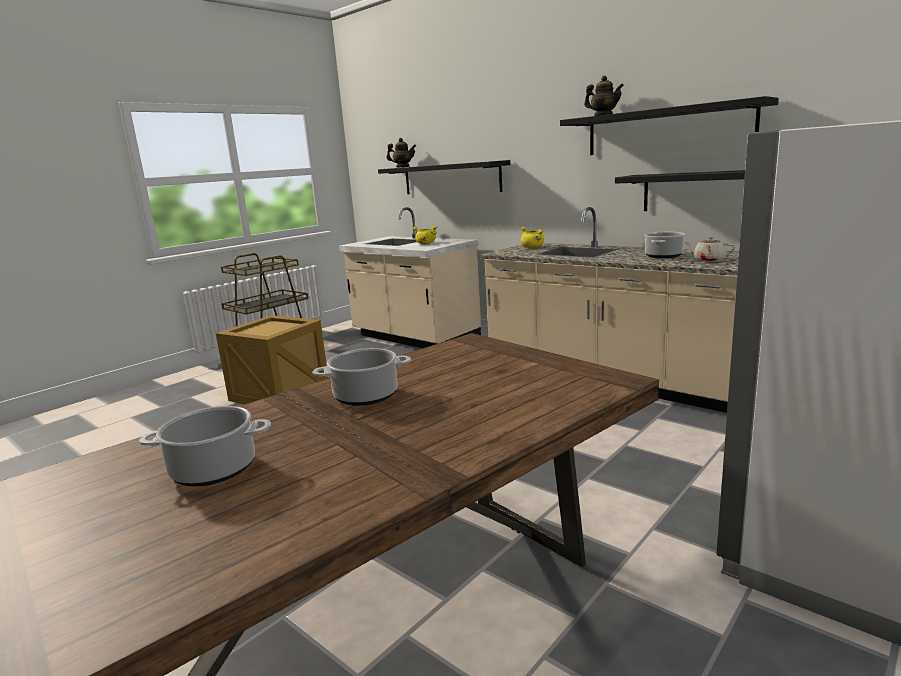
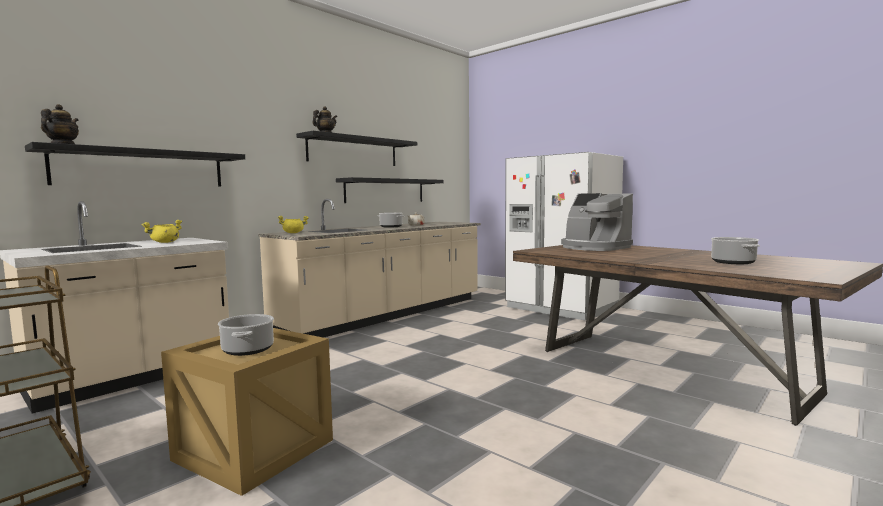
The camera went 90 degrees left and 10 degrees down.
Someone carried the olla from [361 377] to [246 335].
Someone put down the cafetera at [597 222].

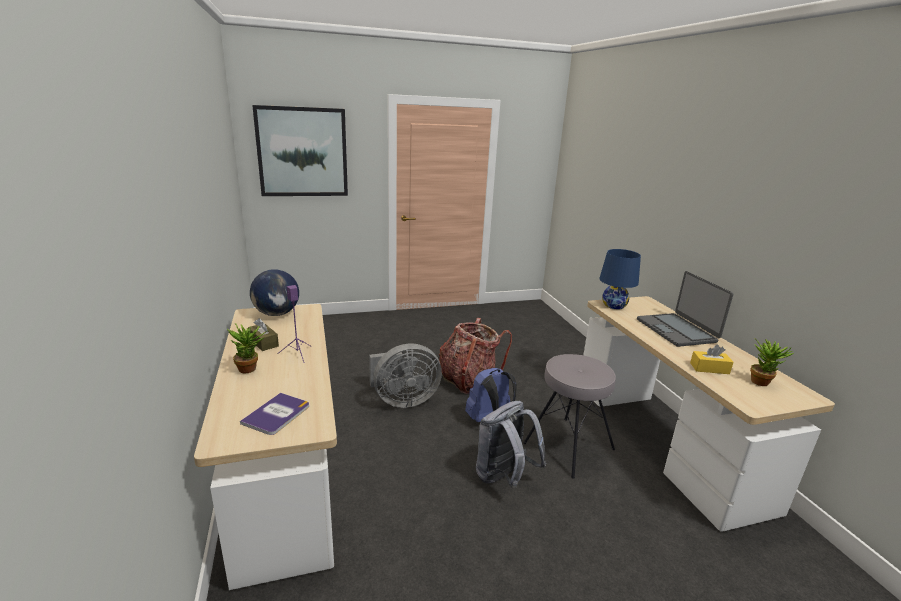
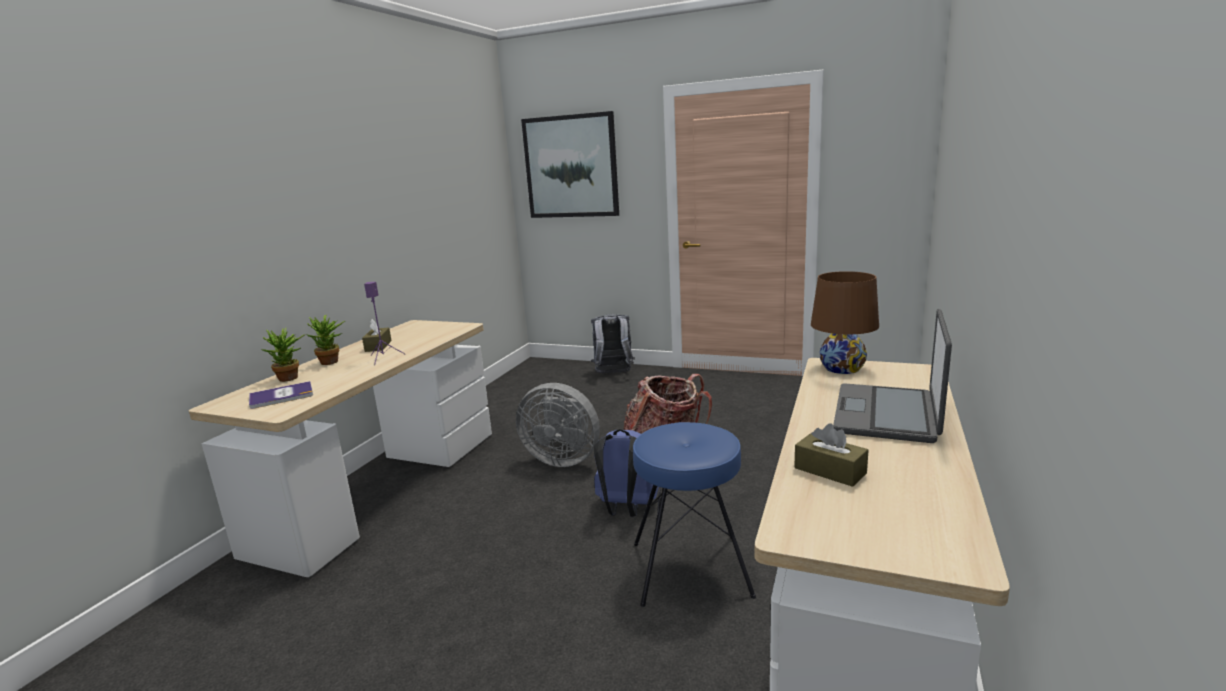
The camera went 40 degrees right and 5 degrees down.
Someone repainted the lámpara de mesa [azul] at [620 279], which became the lámpara de mesa [marrón] at [845 322].
Someone took away the globo terráqueo at [274 292].
Someone carried the planta en maceta from [772 362] to [283 355].
Someone repainted the caja de pañuelos [amarillo] at [711 359], which became the caja de pañuelos [marrón] at [831 455].
Someone repainted the taburete [gris] at [569 416], which became the taburete [azul] at [694 514].
Someone carried the mochila [gris] from [511 444] to [613 343].

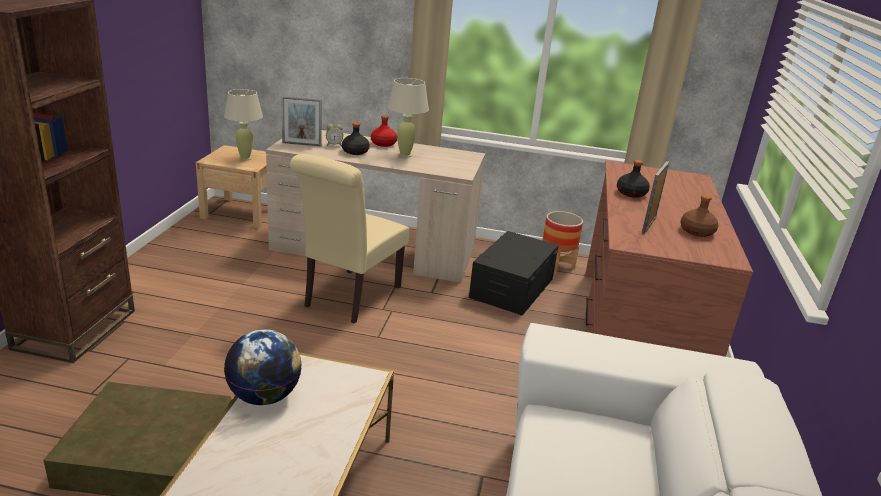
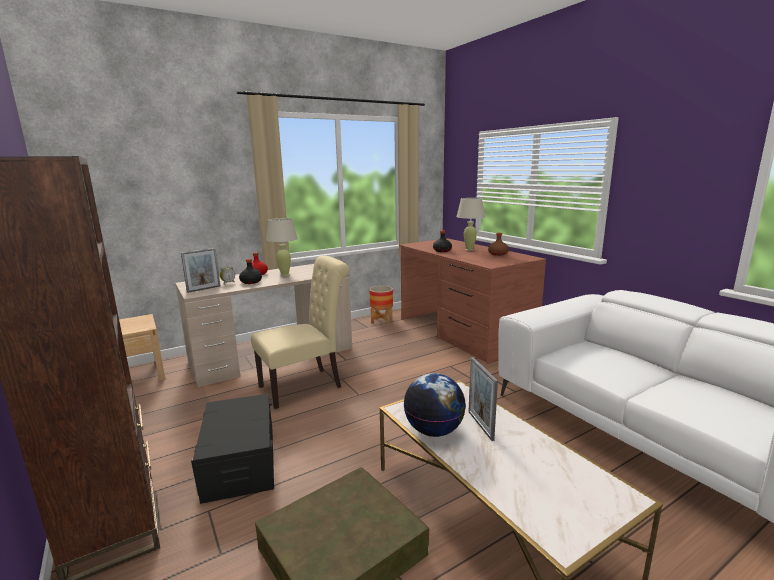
The camera went 40 degrees left and 10 degrees down.
Someone carried the lámpara de mesa [beis] from [243 124] to [471 224].
Someone rotated the silla [beis] at [349 239] by 105 degrees counterclockwise.
Someone carried the portarretratos from [655 197] to [483 399].
Someone carried the caja de almacenaje [negro] from [513 273] to [232 449].

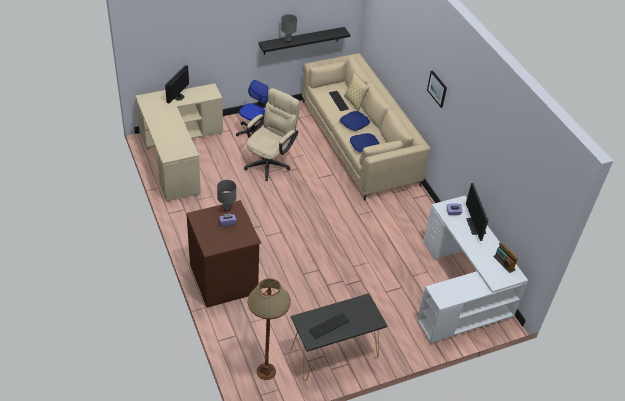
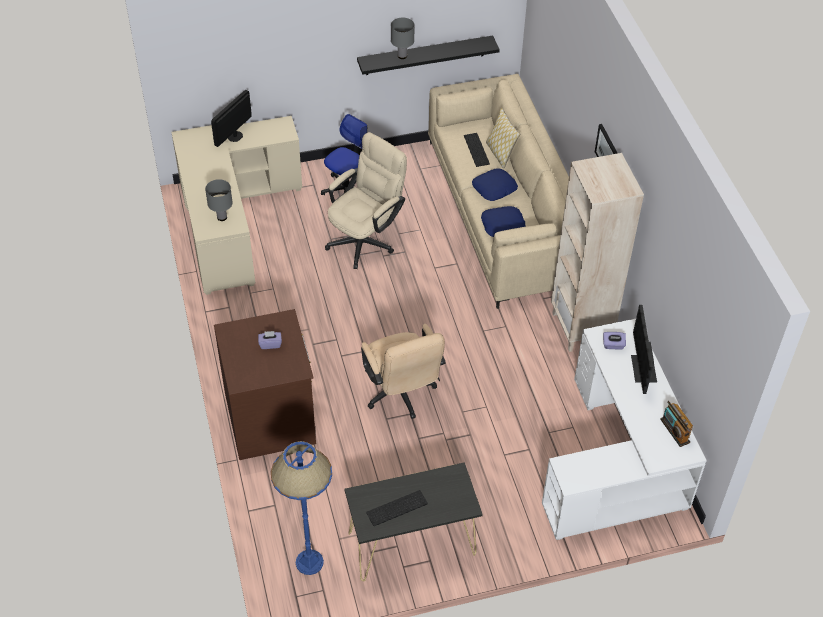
The camera went 10 degrees right and 5 degrees up.
Someone carried the lámpara de mesa [gris] from [226 195] to [219 200].
Someone repainted the lámpara de pie [marrón] at [269 329], which became the lámpara de pie [azul] at [301 508].
Someone put down the estantería [beis] at [597 252].
Someone put down the silla de oficina [beis] at [403 371].

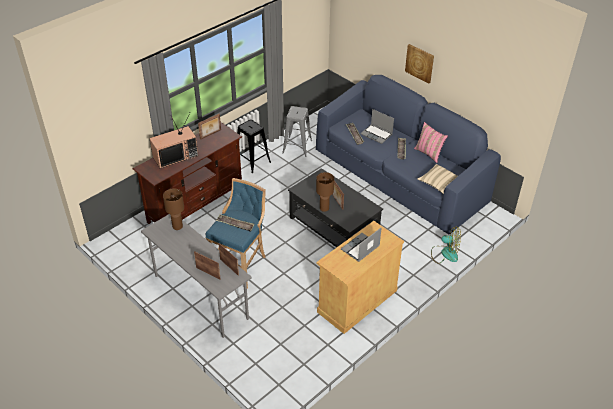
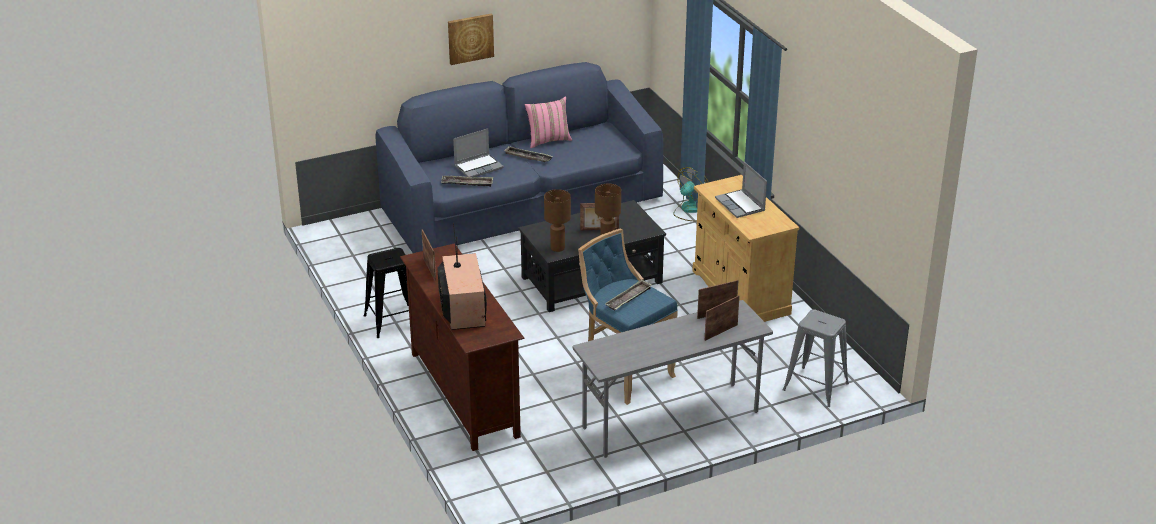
The camera went 70 degrees left and 10 degrees down.
Someone carried the taburete [gris] from [297 131] to [816 358].
Someone took away the cojín [beis] at [437 179].
Someone carried the lámpara de mesa [marrón] from [173 209] to [557 220].

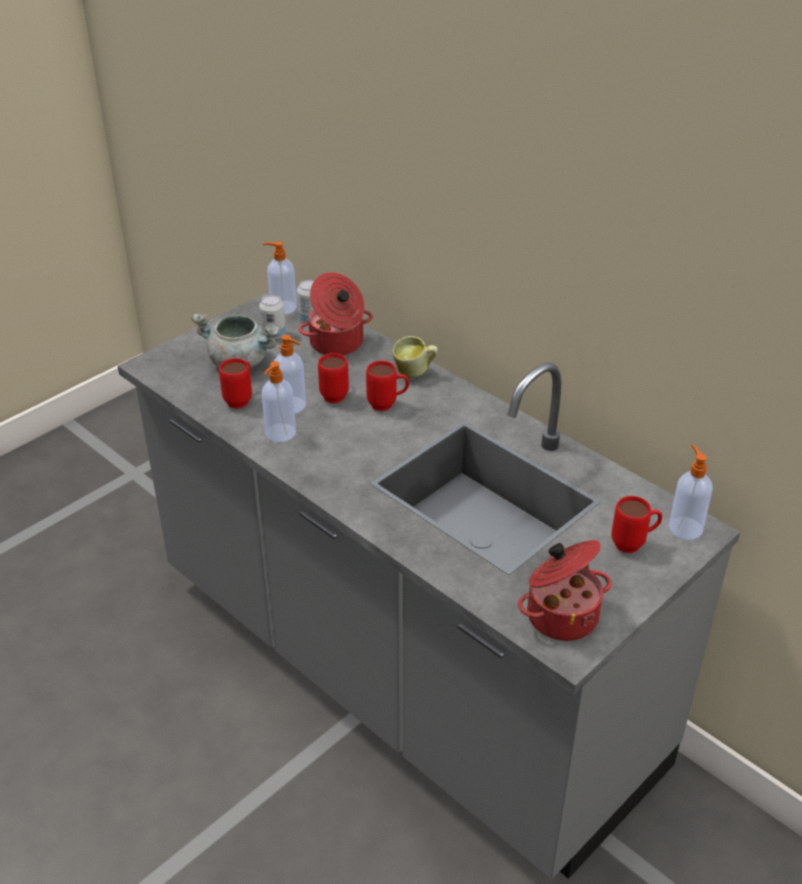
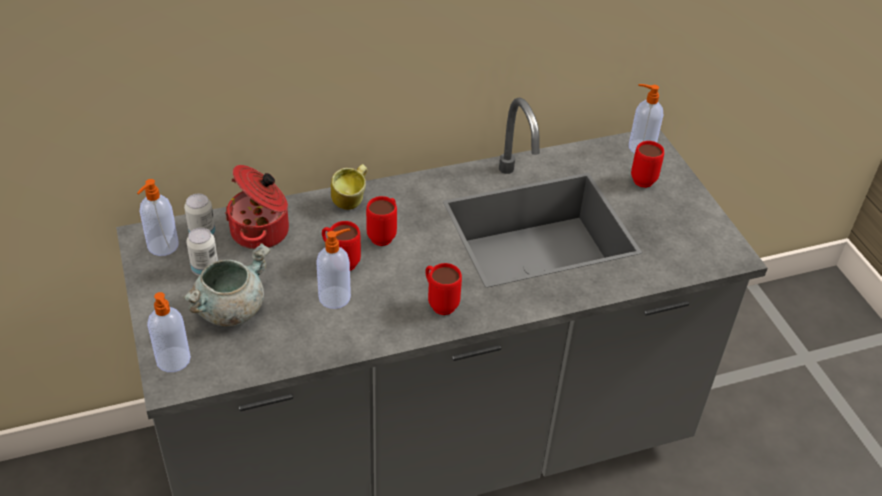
The camera went 65 degrees left and 5 degrees up.
Someone carried the taza grande [rojo] from [235 383] to [443 289].
Someone carried the dispensador de jabón from [279 401] to [169 332].
Someone took away the olla at [565 590].

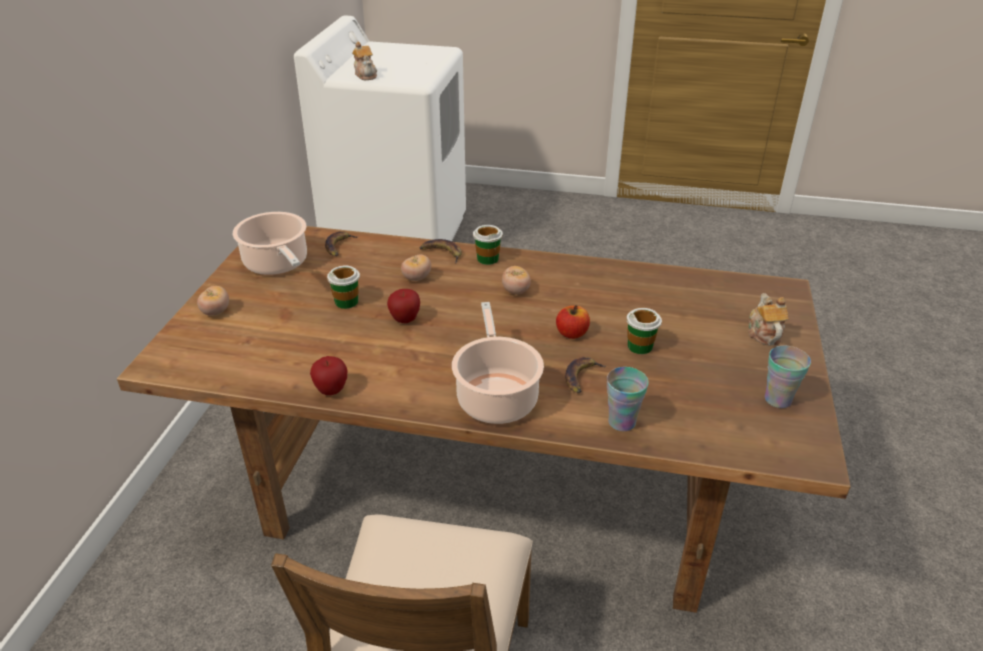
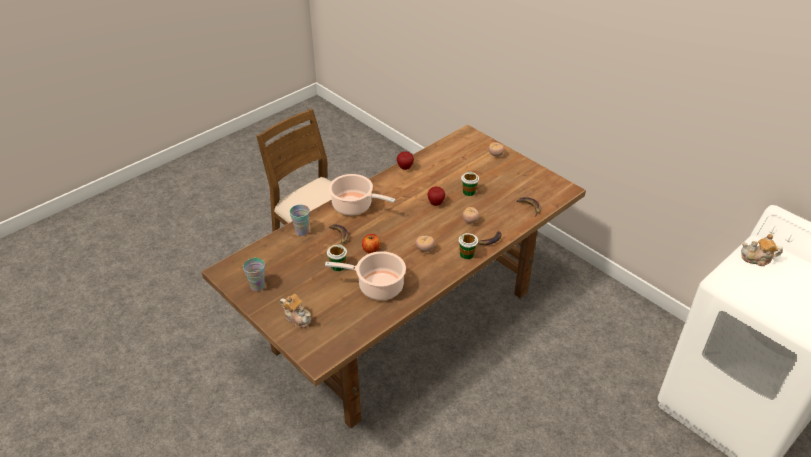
The camera went 125 degrees right and 5 degrees up.
Someone carried the olla from [270 243] to [365 275].

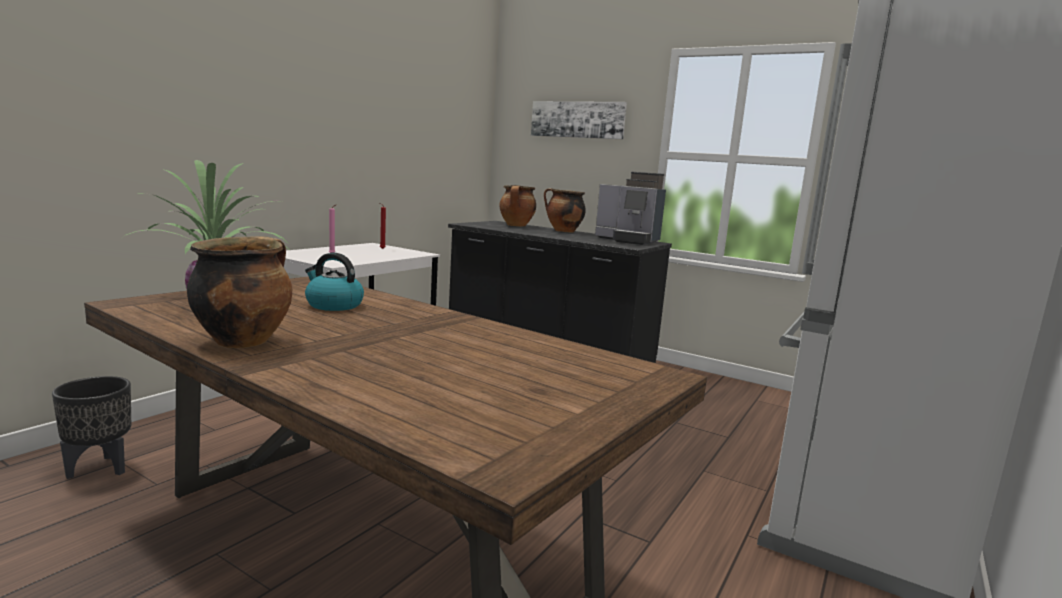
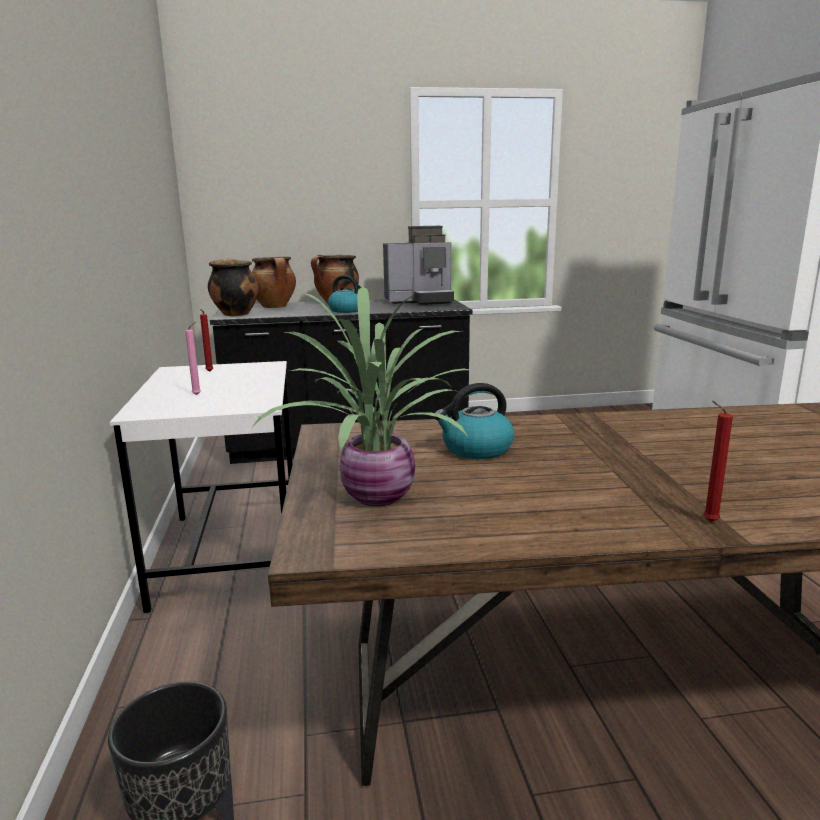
The camera went 40 degrees left and 5 degrees up.
Someone took away the cuadro at [579 120].
Someone carried the olla from [239 292] to [233 287].
Someone put down the hervidor at [344 294].
Someone put down the vela [rojo] at [718 461].

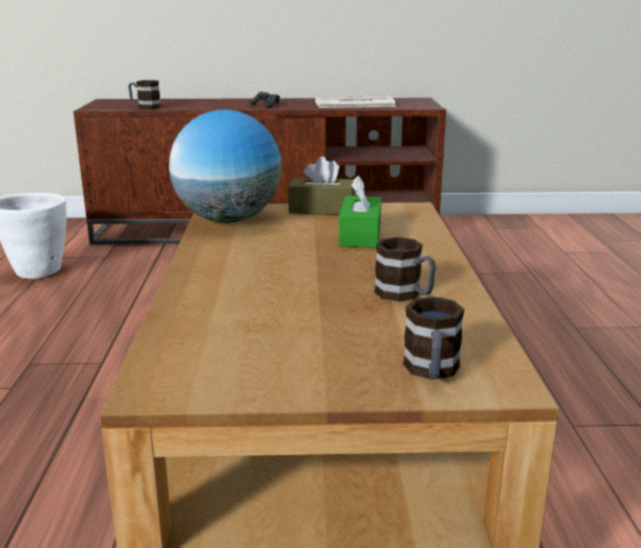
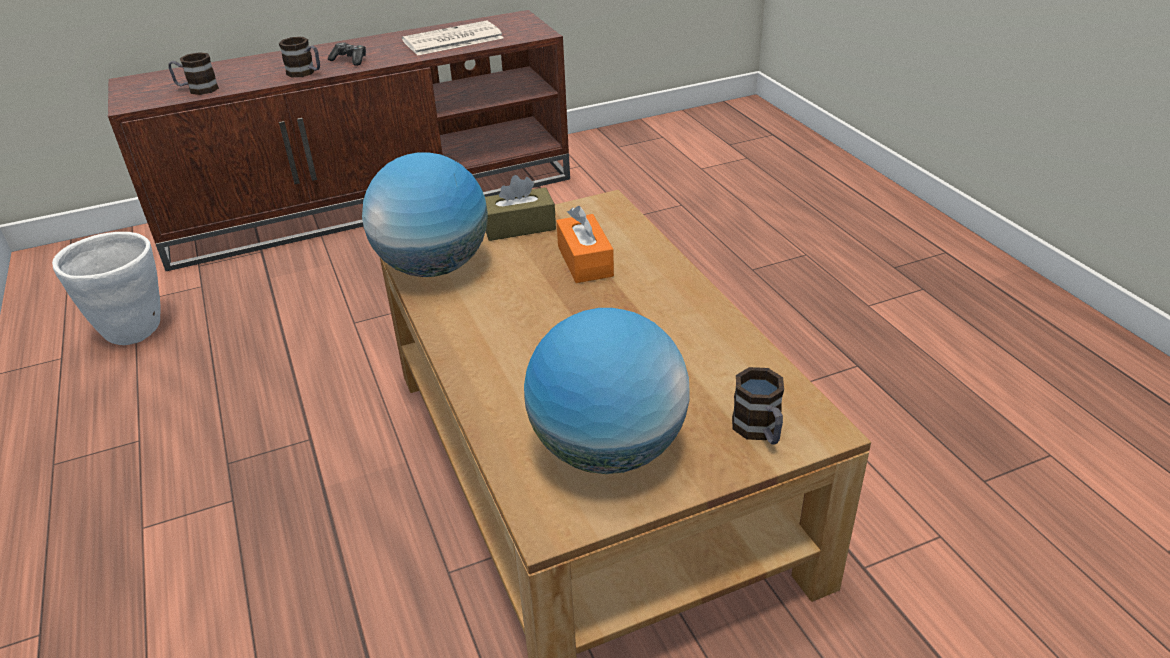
The camera went 20 degrees left and 15 degrees up.
Someone repainted the caja de pañuelos [verde] at [360 212], which became the caja de pañuelos [naranja] at [585 244].
Someone carried the taza grande from [405 269] to [299 57].
Someone put down the globo terráqueo at [607 391].

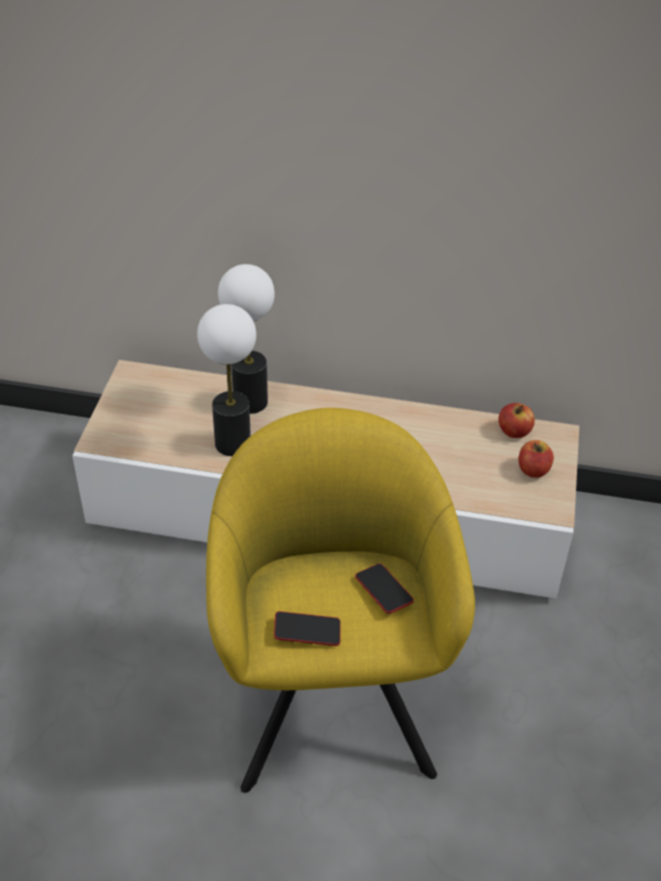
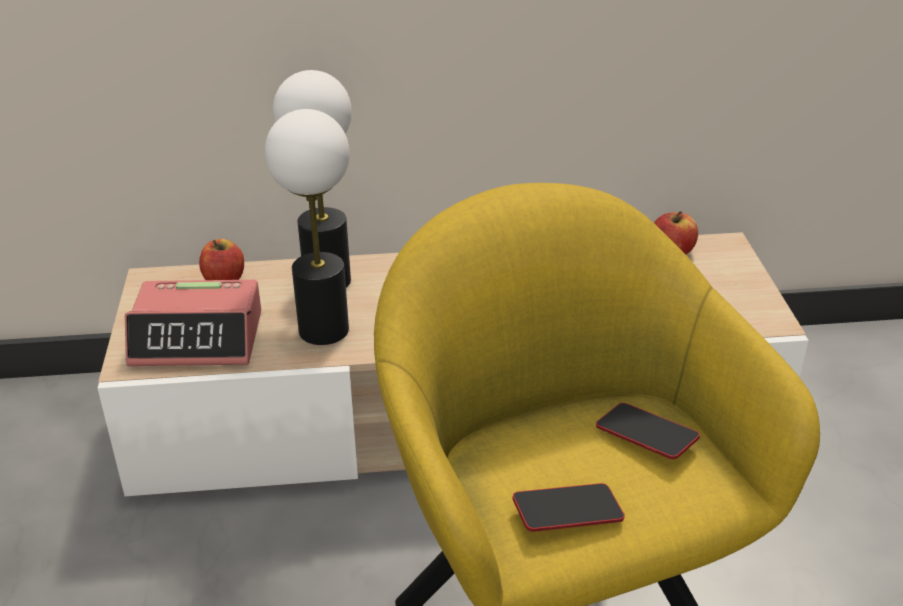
The camera went 15 degrees left and 10 degrees down.
Someone carried the manzana from [536 459] to [221 259].
Someone put down the despertador at [193 323].

